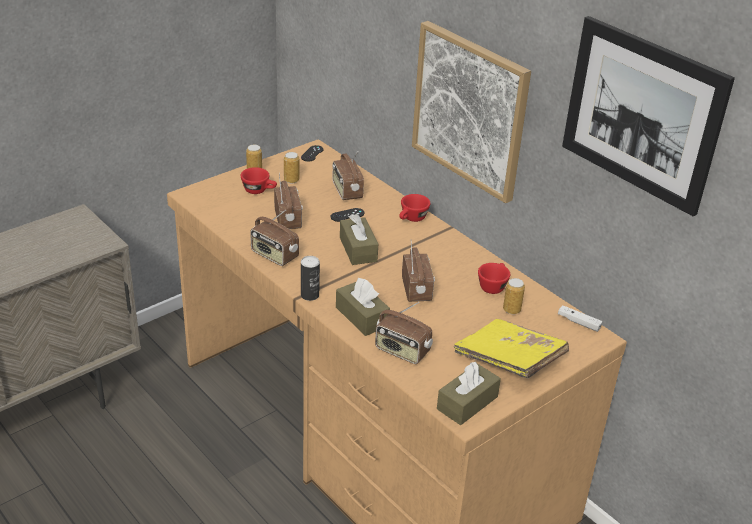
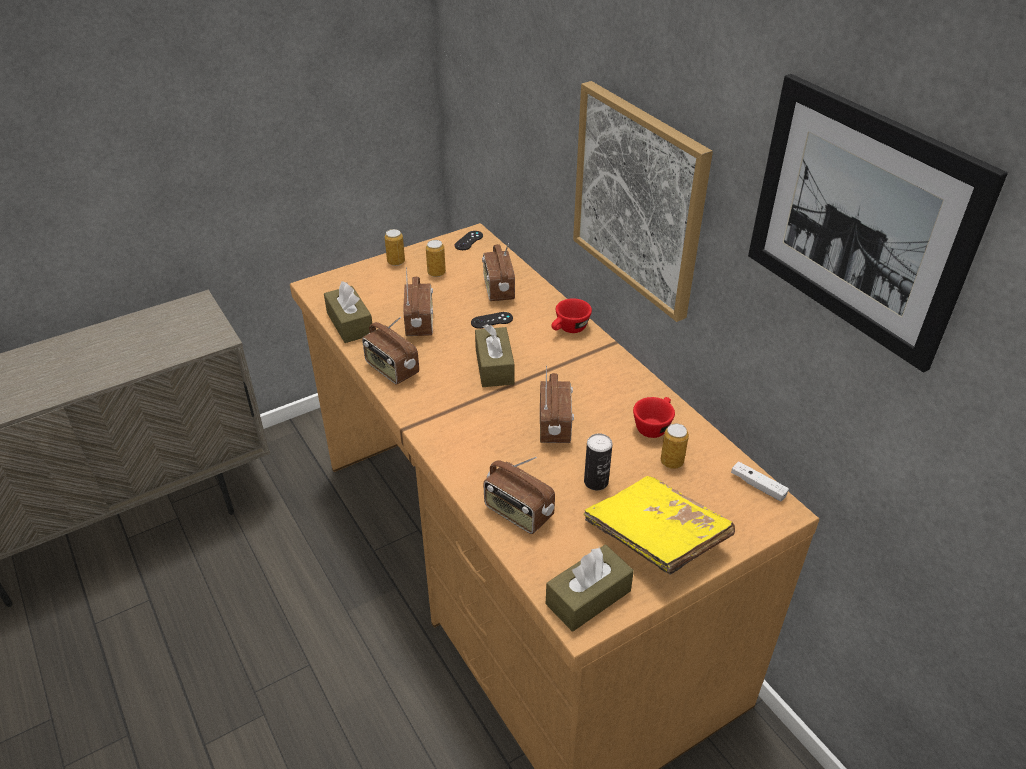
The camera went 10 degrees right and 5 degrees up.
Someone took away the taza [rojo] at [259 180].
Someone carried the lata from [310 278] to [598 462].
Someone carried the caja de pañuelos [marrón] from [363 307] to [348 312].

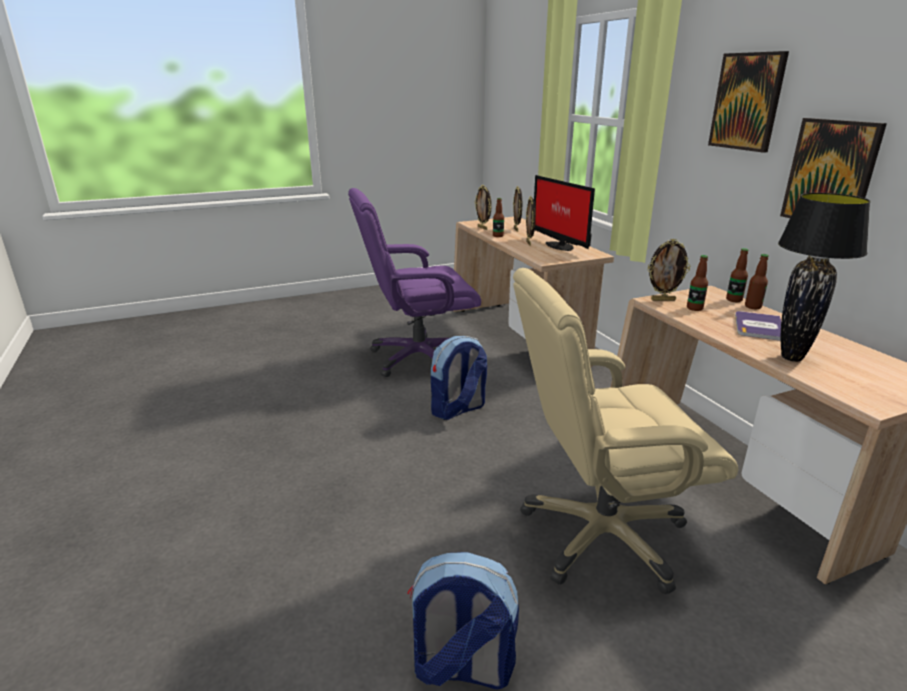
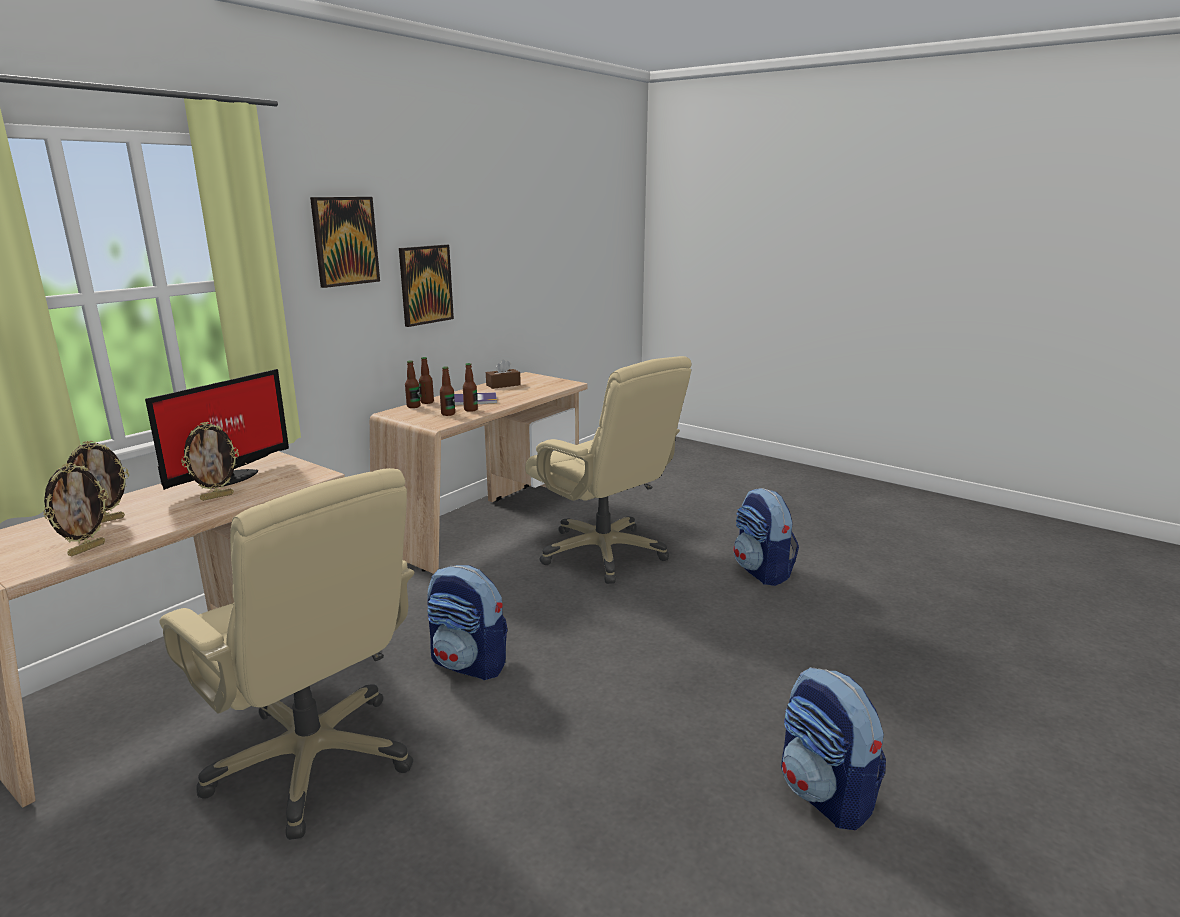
The camera went 120 degrees left and 5 degrees down.
Someone repainted the silla de oficina [morado] at [414 282], which became the silla de oficina [beis] at [287 654].
Someone took away the lámpara de mesa [negro] at [824 277].
Someone carried the botella from [498 217] to [470 387].
Someone took away the portarretratos at [668 270].
Someone put down the caja de pañuelos [marrón] at [503 374].
Someone put down the mochila at [833 749].

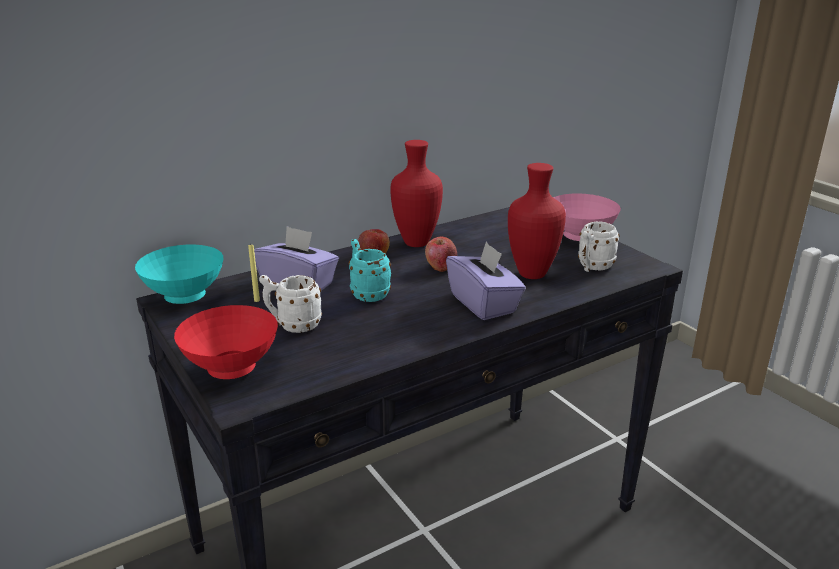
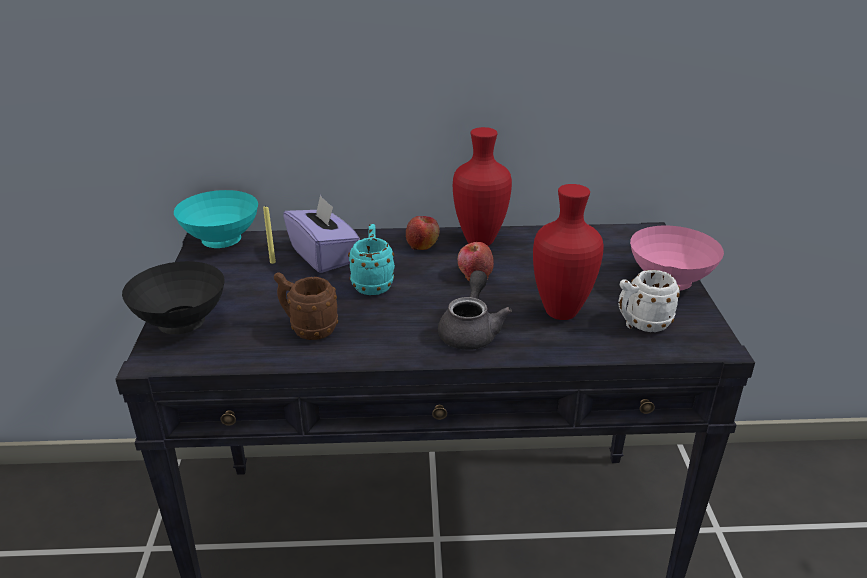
The camera went 30 degrees right and 5 degrees up.
Someone swapped the caja de pañuelos [morado] at [486 280] for the tetera [gris] at [475 310].
Someone took away the taza grande [blanco] at [290 304].
Someone repainted the cuenco [rojo] at [226 342], which became the cuenco [negro] at [173 297].
Someone put down the taza grande [marrón] at [306 306].

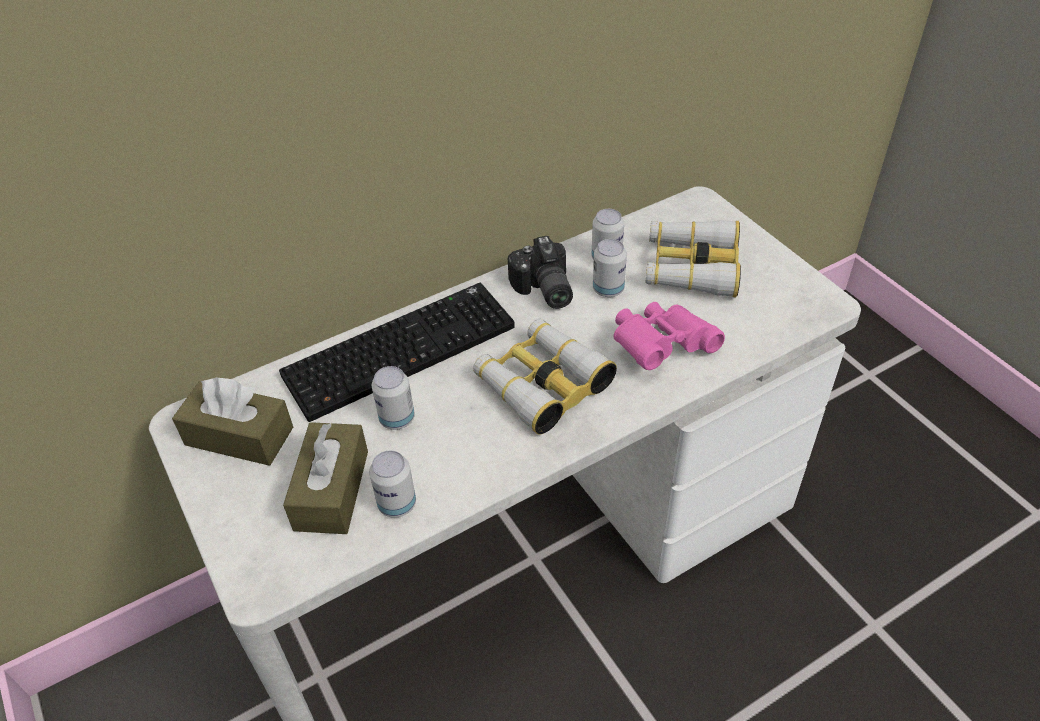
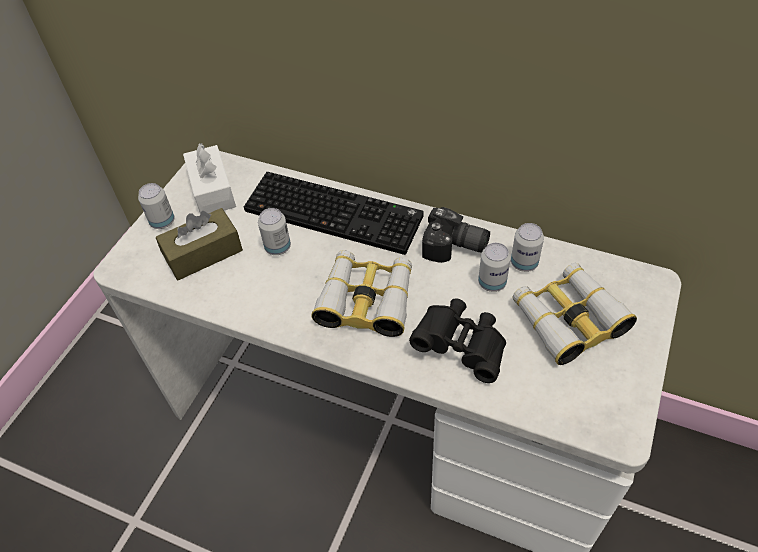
The camera went 55 degrees right and 5 degrees up.
Someone rotated the cámara at [540 272] by 105 degrees counterclockwise.
Someone repainted the prismáticos [rosa] at [669 336], which became the prismáticos [negro] at [457 340].
Someone repainted the caja de pañuelos [marrón] at [232 421], which became the caja de pañuelos [blanco] at [209 178].
Someone carried the lata from [392 484] to [156 206].

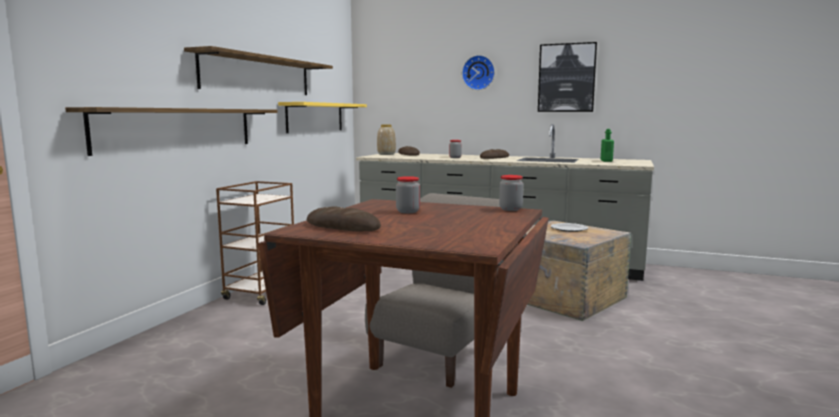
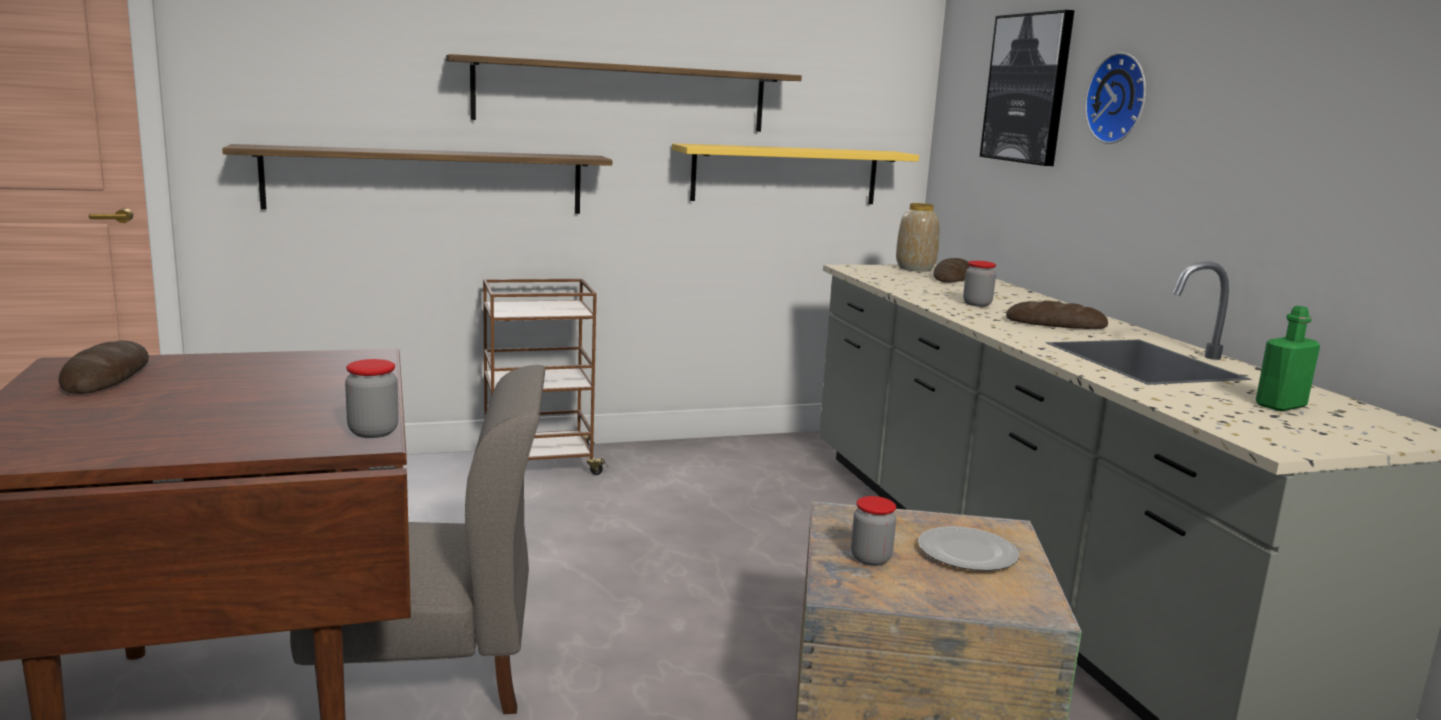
The camera went 50 degrees right and 5 degrees up.
Someone carried the cuadro from [567 77] to [1027 88].
Someone carried the tarro from [408 194] to [873 531].

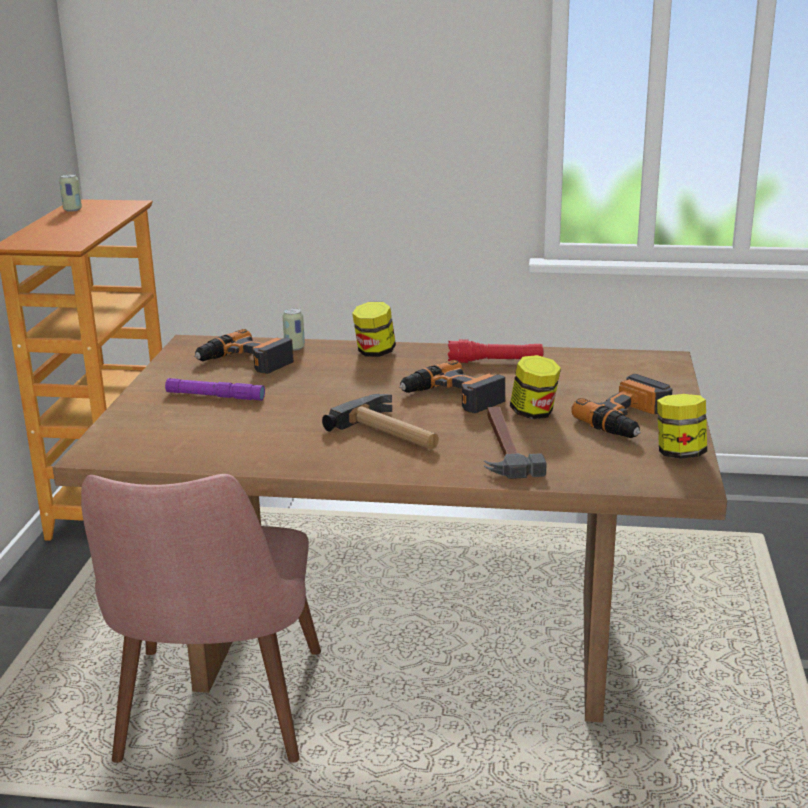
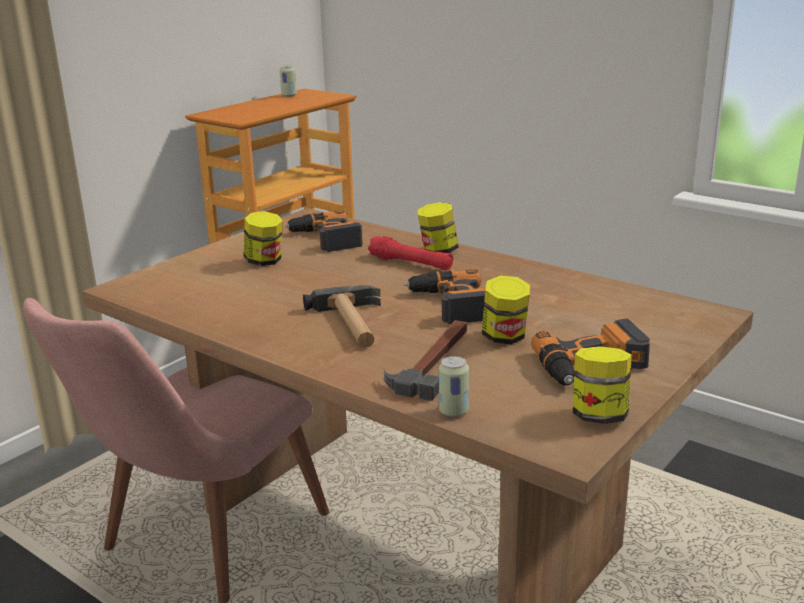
The camera went 30 degrees right and 0 degrees up.
Someone carried the lata from [294 329] to [454 386].
Someone carried the linterna [rojo] from [495 351] to [410 253].
Someone swapped the linterna [morado] at [215 389] for the tarro at [263 238].

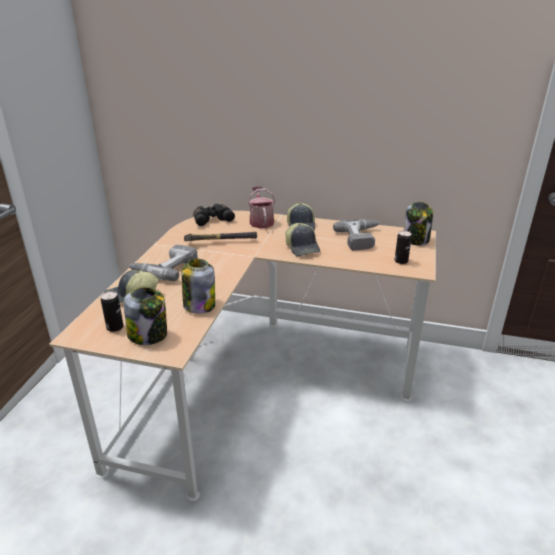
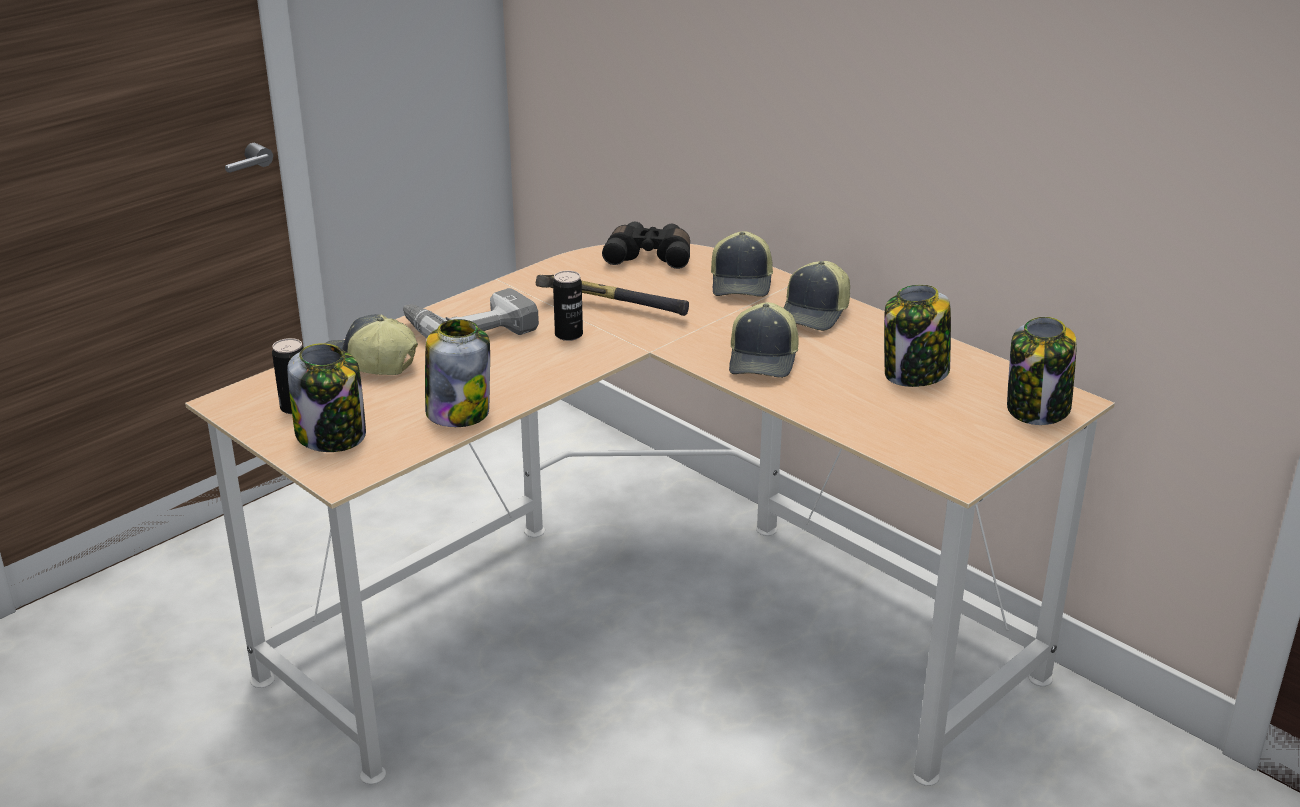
The camera went 30 degrees right and 0 degrees up.
Someone swapped the regadera at [261 207] for the gorra at [742 264].
Someone swapped the taladro at [356 235] for the tarro at [917 336].
Someone carried the lata from [403 247] to [568 306].

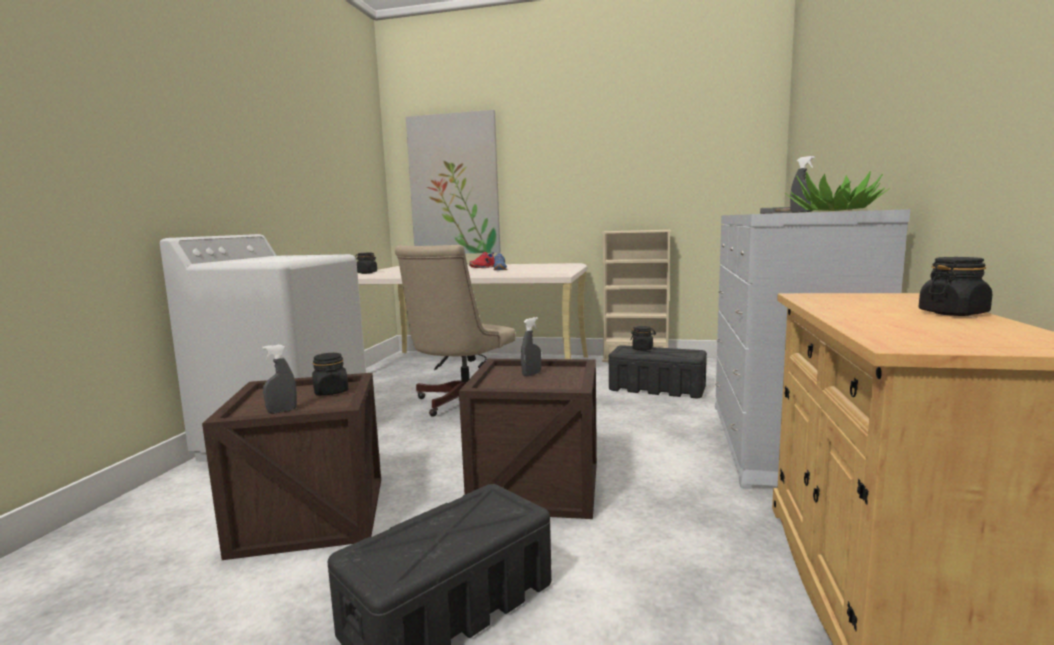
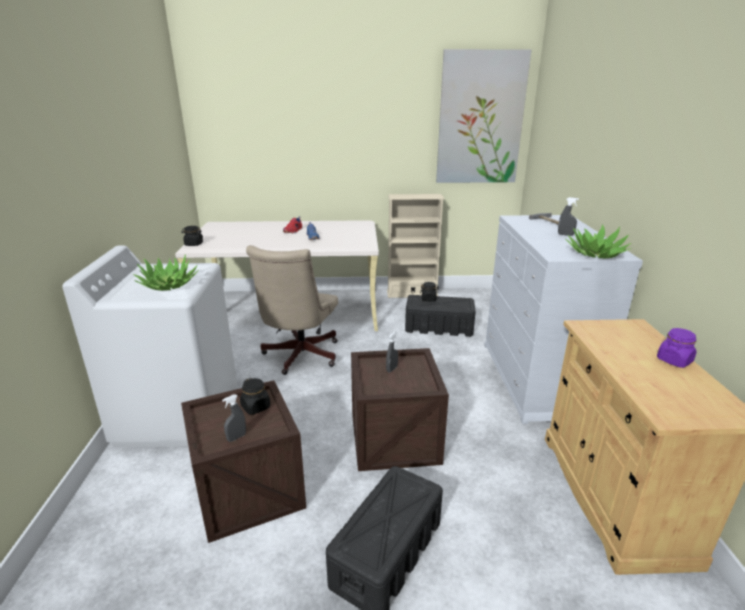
The camera went 15 degrees left and 15 degrees up.
Someone carried the cuadro from [453 182] to [484 116].
Someone repainted the tarro [negro] at [955 286], which became the tarro [morado] at [677 348].
Someone put down the planta en maceta at [166 272].

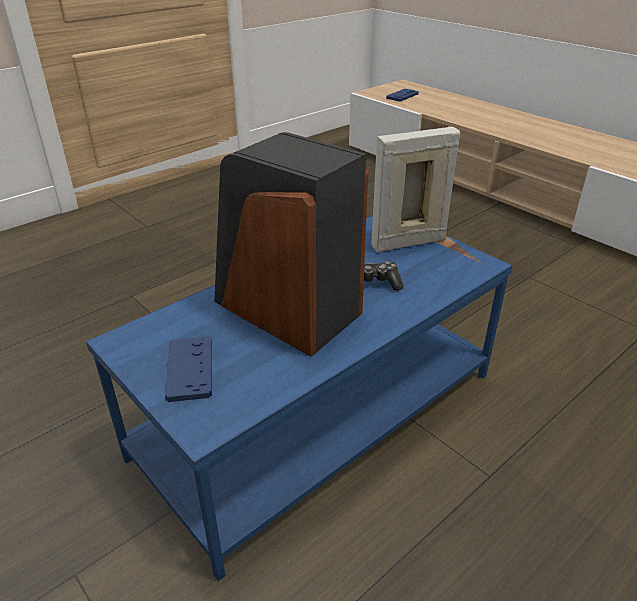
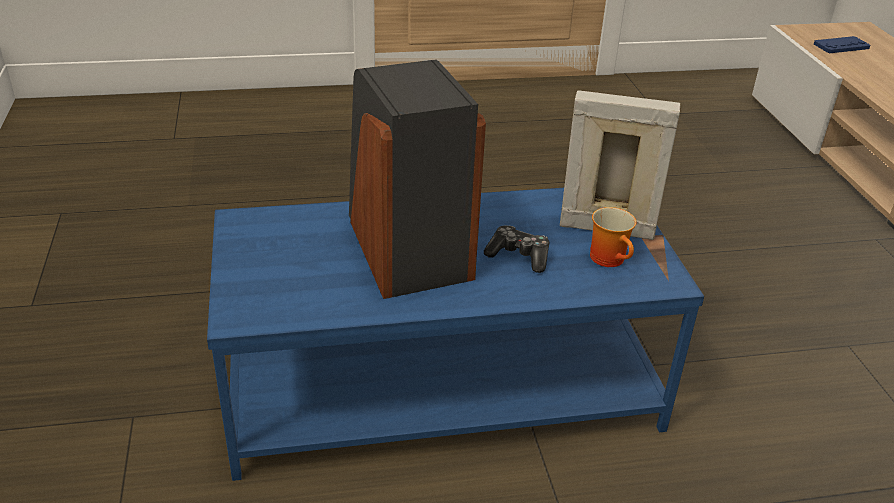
The camera went 30 degrees right and 0 degrees up.
Someone took away the mando de consola [azul] at [188 369].
Someone put down the taza grande at [613 237].

